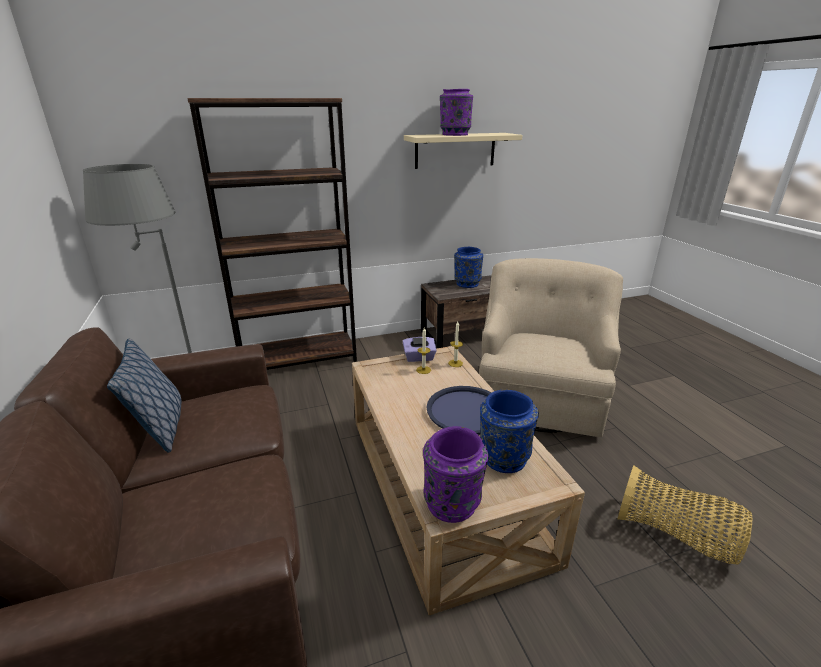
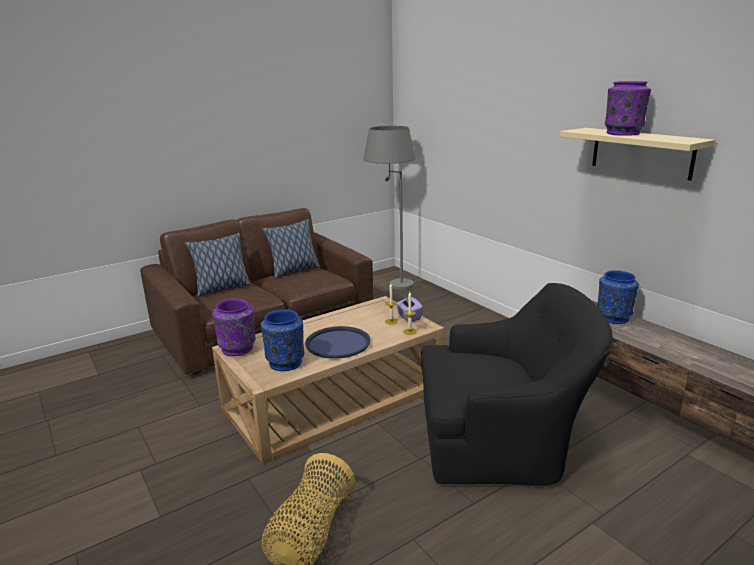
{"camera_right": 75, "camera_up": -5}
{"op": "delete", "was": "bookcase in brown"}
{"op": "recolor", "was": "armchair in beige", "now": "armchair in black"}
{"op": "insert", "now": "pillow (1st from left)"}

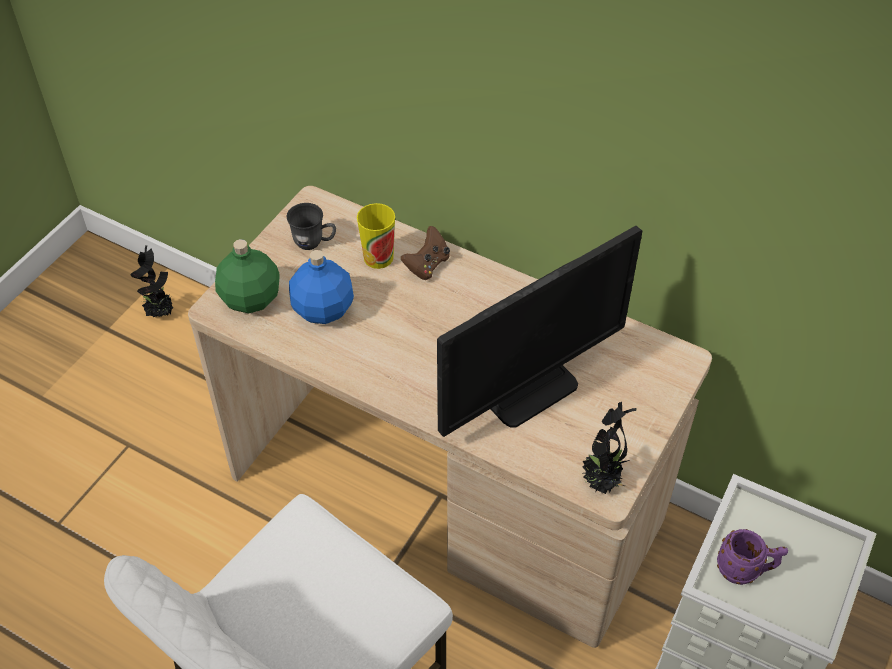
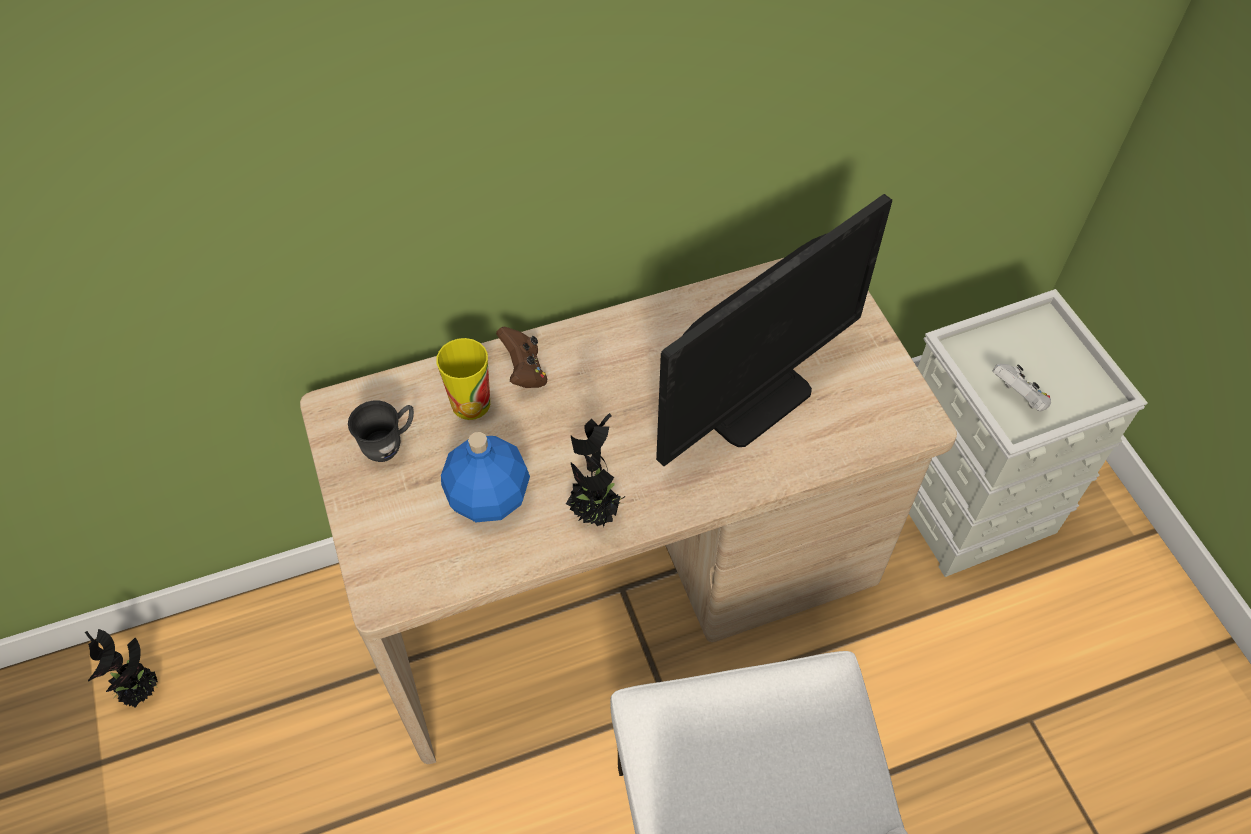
{"camera_right": -50, "camera_up": 5}
{"op": "delete", "was": "bottle in green"}
{"op": "rotate", "was": "monitor", "clockwise": 45}
{"op": "move", "was": "potted plant (2nd from left)"}
{"op": "replace", "was": "mug in purple", "now": "game controller in white"}

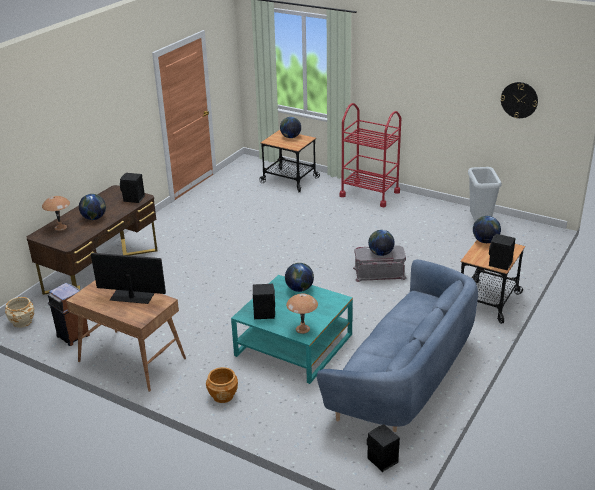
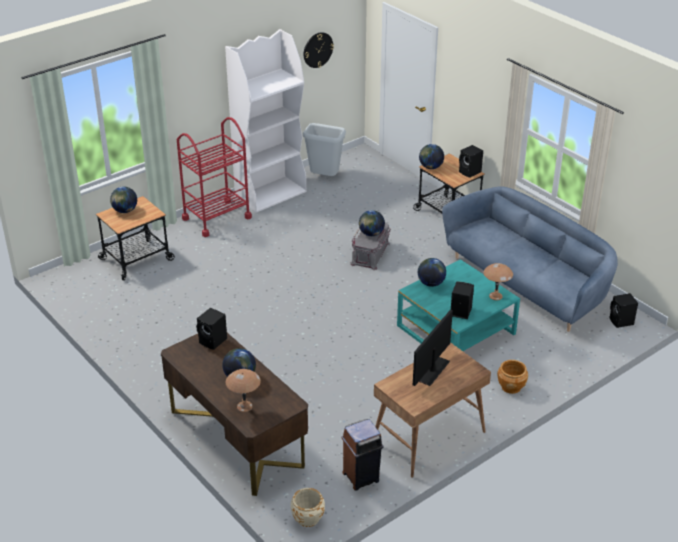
{"camera_right": -70, "camera_up": 5}
{"op": "insert", "now": "bookcase in white"}

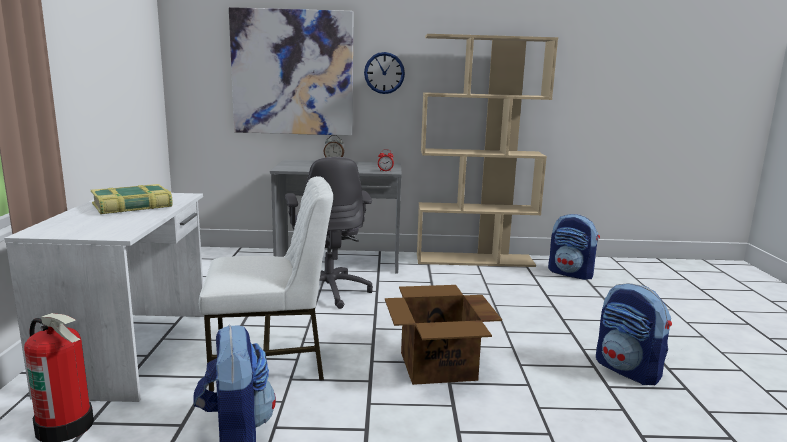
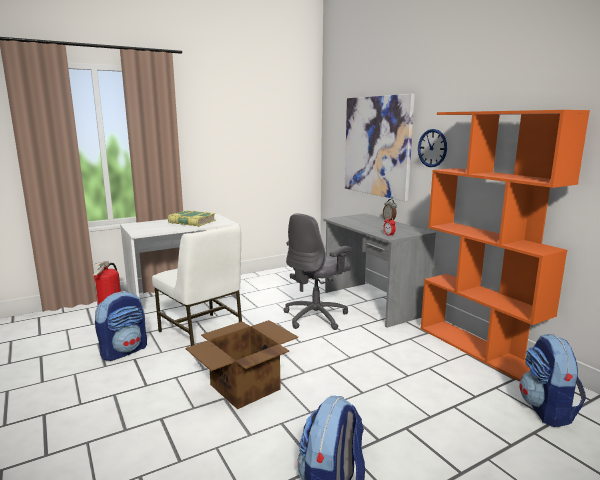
{"camera_right": 60, "camera_up": 0}
{"op": "recolor", "was": "bookcase in beige", "now": "bookcase in orange"}

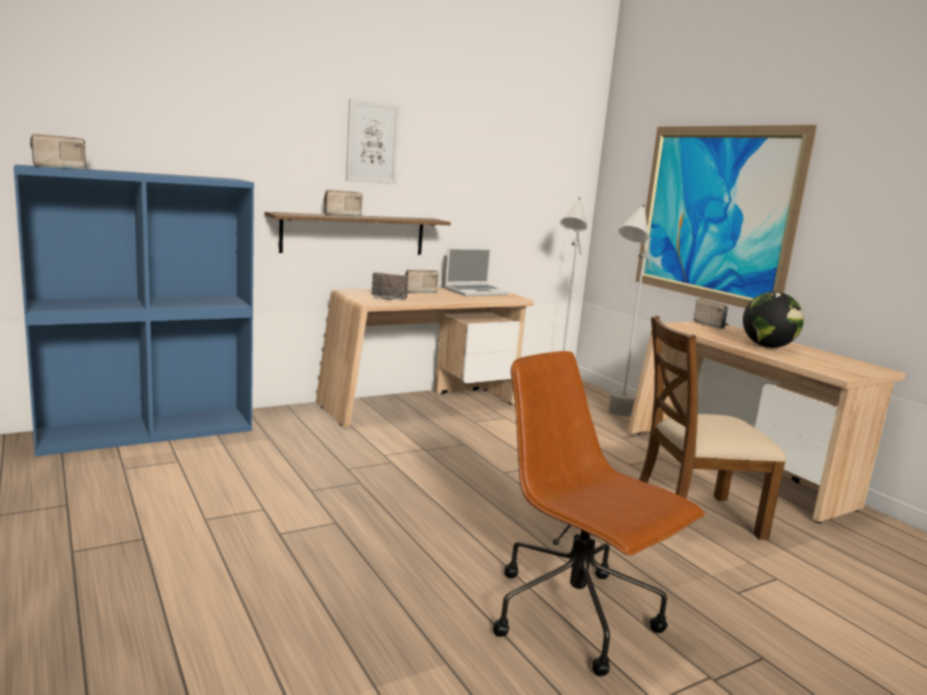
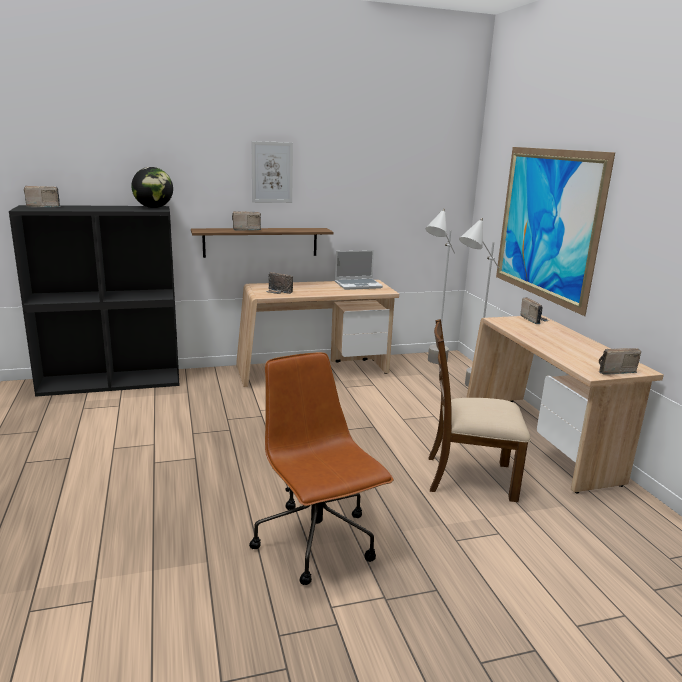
{"camera_right": 15, "camera_up": 5}
{"op": "recolor", "was": "bookcase in blue", "now": "bookcase in black"}
{"op": "move", "was": "radio (4th from left in the first image)", "now": "radio (5th from left)"}
{"op": "move", "was": "globe"}

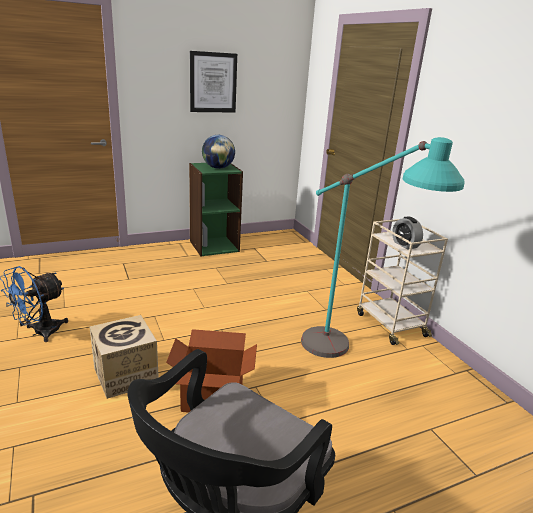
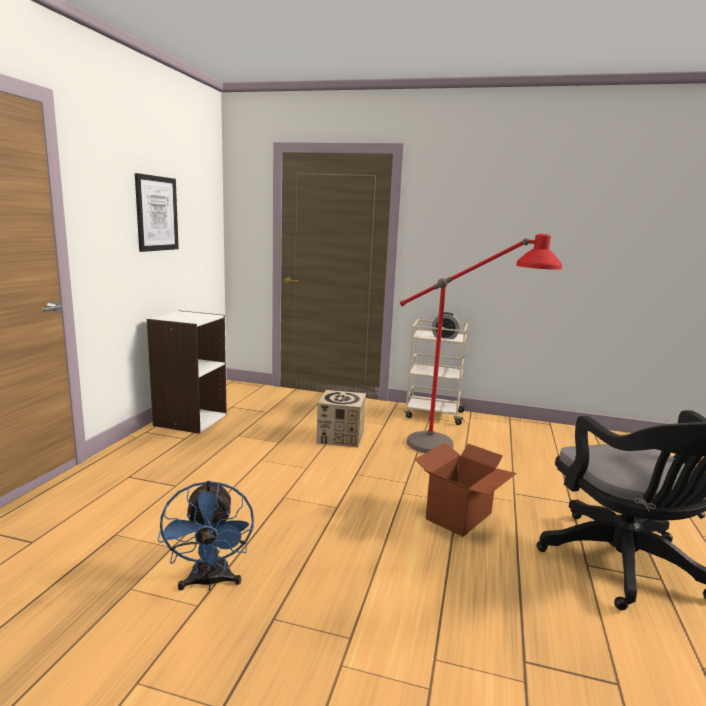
{"camera_right": -50, "camera_up": -10}
{"op": "move", "was": "cardboard box (1st from left)"}
{"op": "recolor", "was": "bookcase in green", "now": "bookcase in white"}
{"op": "delete", "was": "globe"}
{"op": "recolor", "was": "floor lamp in turquoise", "now": "floor lamp in red"}

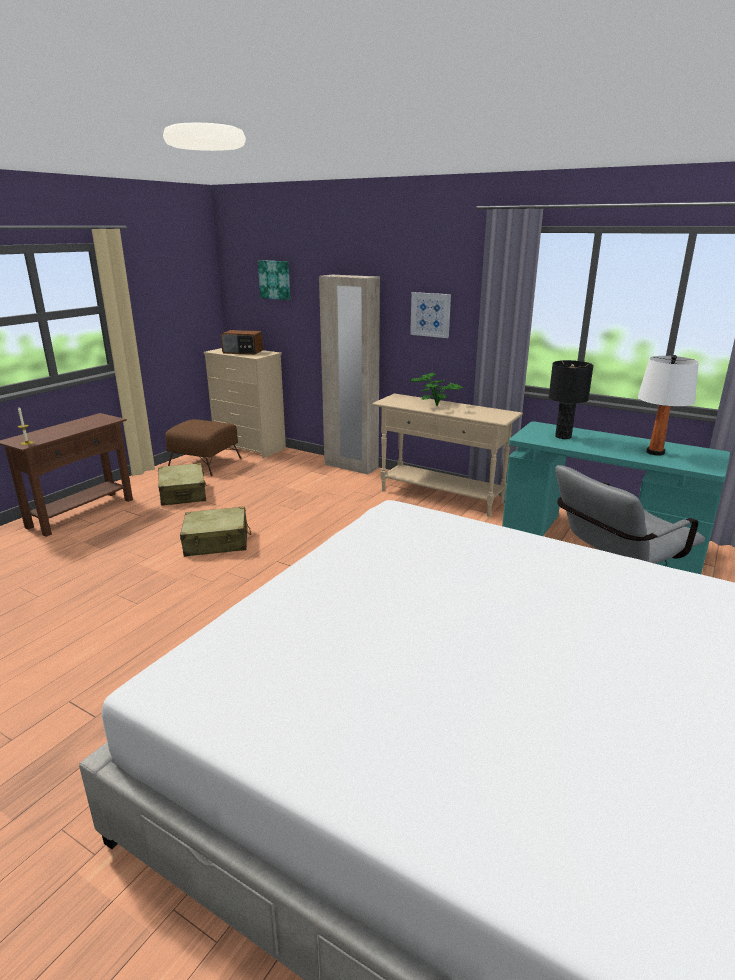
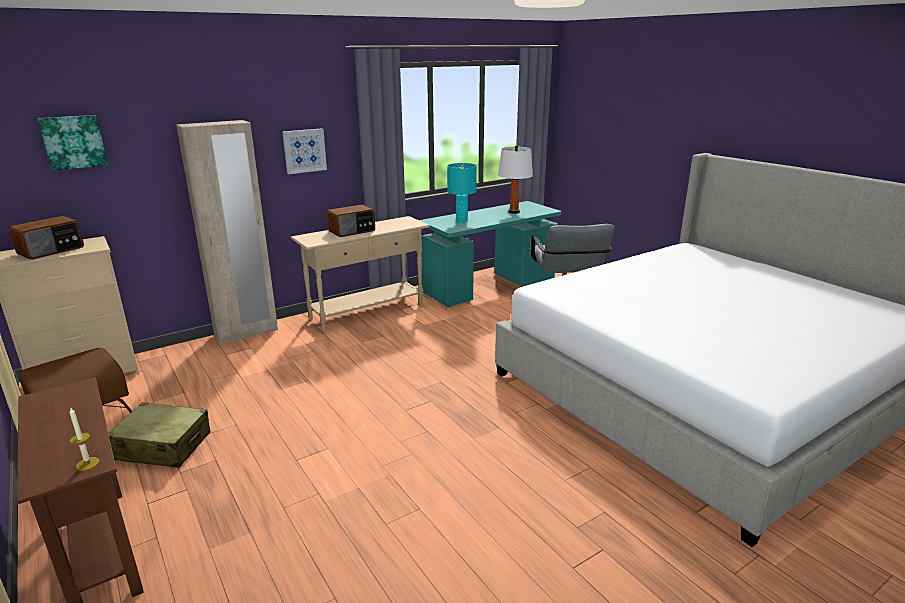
{"camera_right": -65, "camera_up": 0}
{"op": "delete", "was": "suitcase in beige (2nd from left)"}
{"op": "replace", "was": "potted plant", "now": "radio (2nd from left)"}
{"op": "recolor", "was": "table lamp in black", "now": "table lamp in turquoise"}

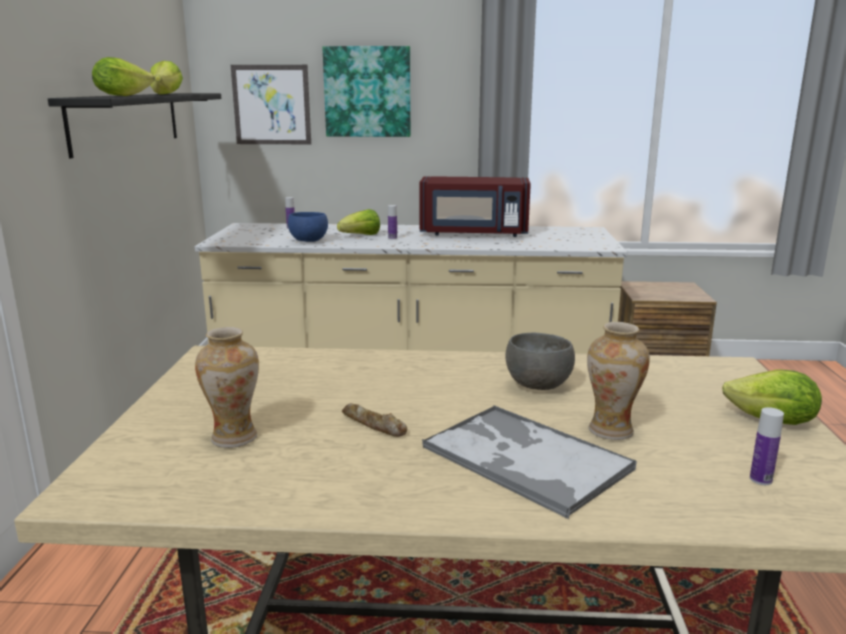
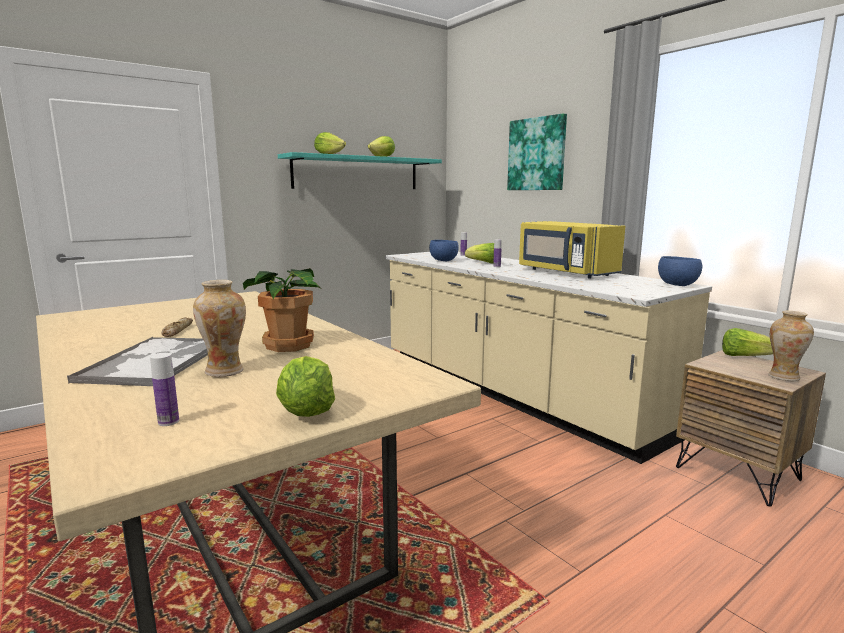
{"camera_right": 50, "camera_up": -5}
{"op": "recolor", "was": "shelf in black", "now": "shelf in turquoise"}
{"op": "move", "was": "vase (1st from left in the first image)", "now": "vase (2nd from left)"}
{"op": "delete", "was": "picture (1st from left)"}
{"op": "recolor", "was": "microwave in red", "now": "microwave in yellow"}
{"op": "replace", "was": "bowl in grey", "now": "potted plant"}
{"op": "insert", "now": "bowl in blue (2nd from left)"}
{"op": "insert", "now": "lettuce (5th from left)"}

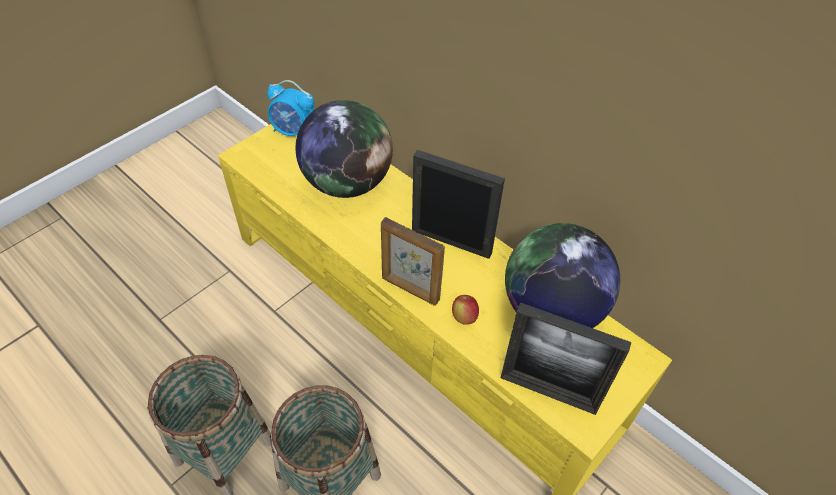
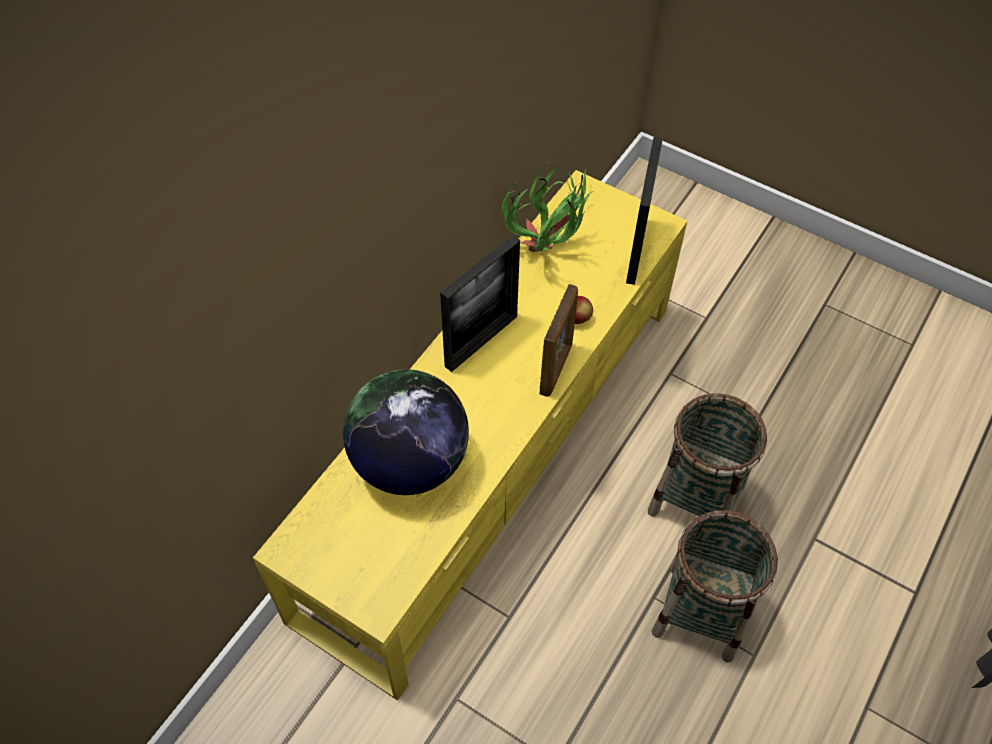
{"camera_right": -100, "camera_up": 5}
{"op": "delete", "was": "alarm clock"}
{"op": "rotate", "was": "picture frame (2nd from left in the first image)", "clockwise": -150}
{"op": "replace", "was": "globe (2nd from left)", "now": "potted plant"}

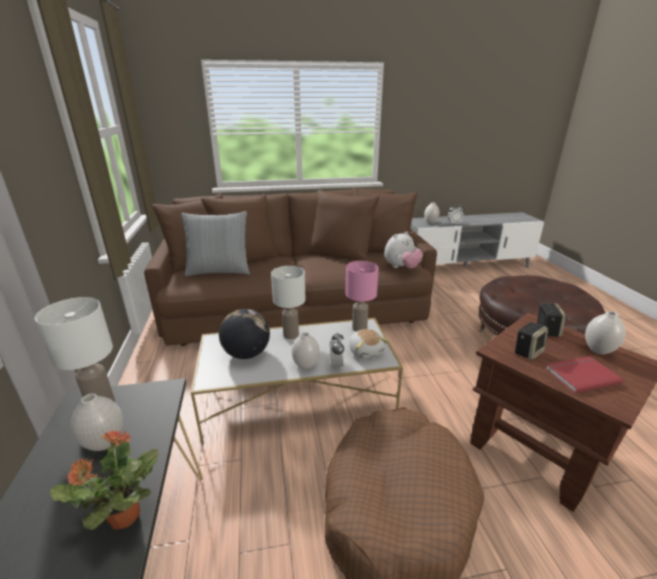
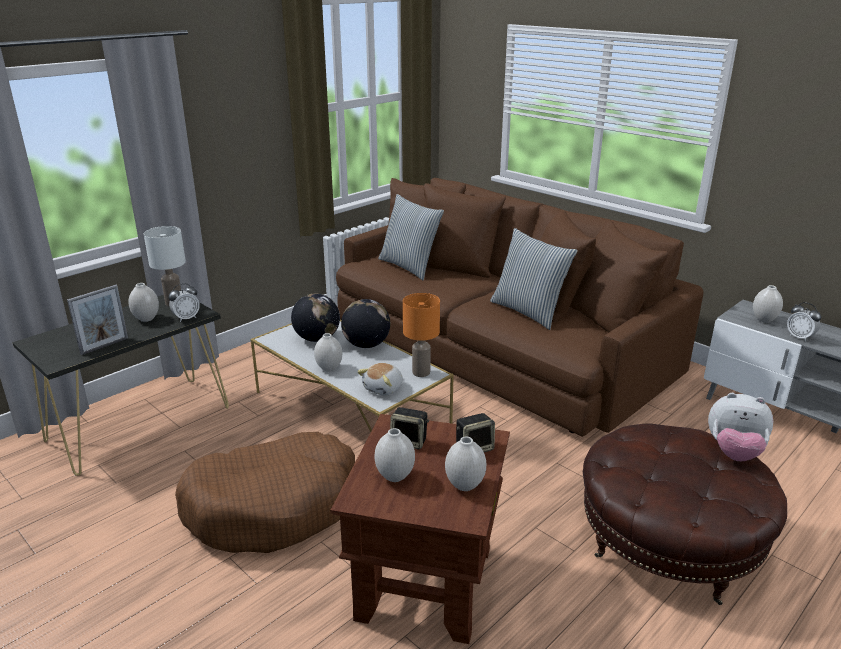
{"camera_right": 55, "camera_up": 0}
{"op": "replace", "was": "potted plant", "now": "picture frame"}
{"op": "replace", "was": "table lamp in white (2nd from left)", "now": "globe (2nd from left)"}
{"op": "move", "was": "alarm clock (1st from left)"}
{"op": "recolor", "was": "table lamp in pink", "now": "table lamp in orange"}
{"op": "move", "was": "plush toy (2nd from left)"}
{"op": "replace", "was": "book in red", "now": "vase in white (3rd from left)"}
{"op": "insert", "now": "pillow (2nd from left)"}

